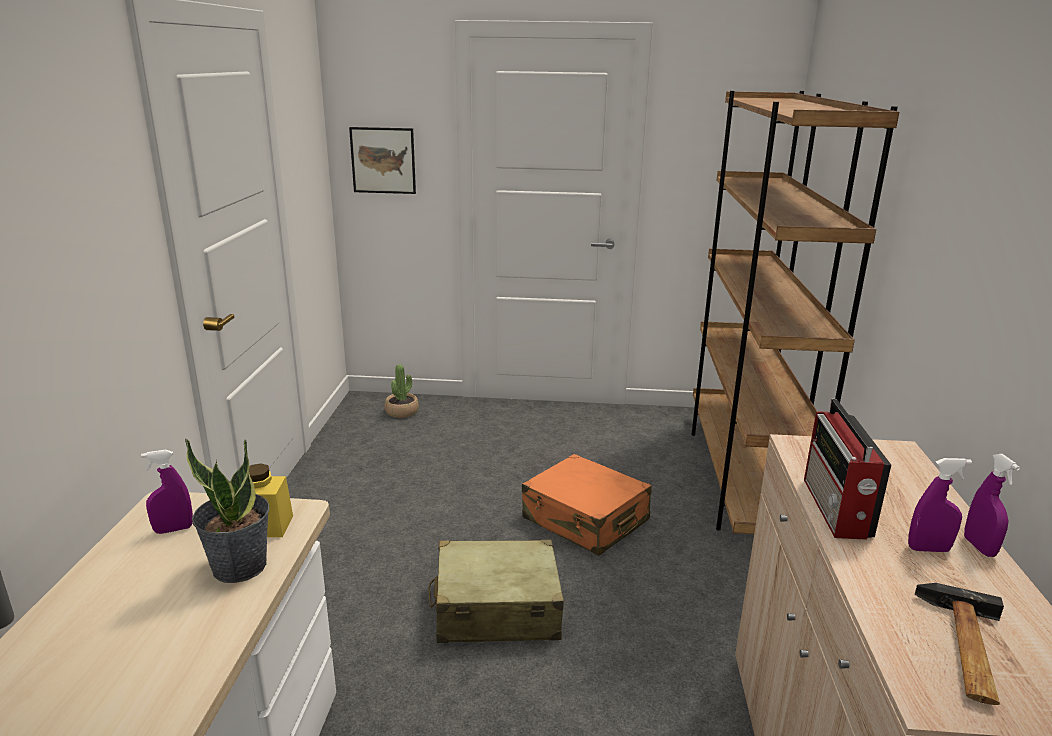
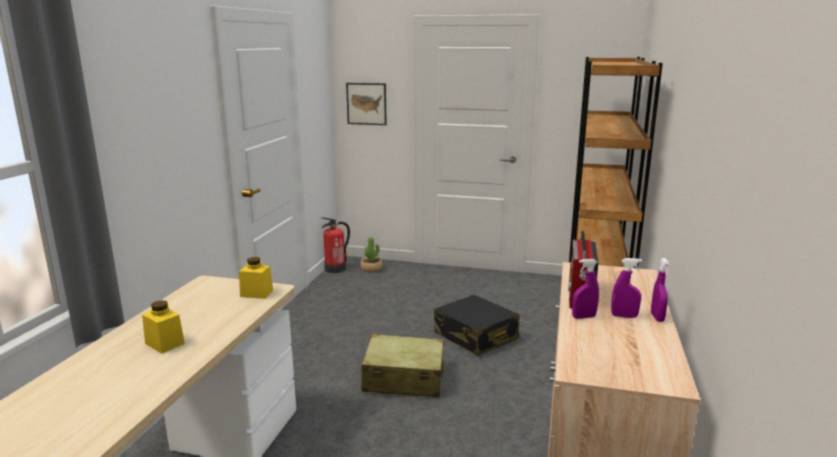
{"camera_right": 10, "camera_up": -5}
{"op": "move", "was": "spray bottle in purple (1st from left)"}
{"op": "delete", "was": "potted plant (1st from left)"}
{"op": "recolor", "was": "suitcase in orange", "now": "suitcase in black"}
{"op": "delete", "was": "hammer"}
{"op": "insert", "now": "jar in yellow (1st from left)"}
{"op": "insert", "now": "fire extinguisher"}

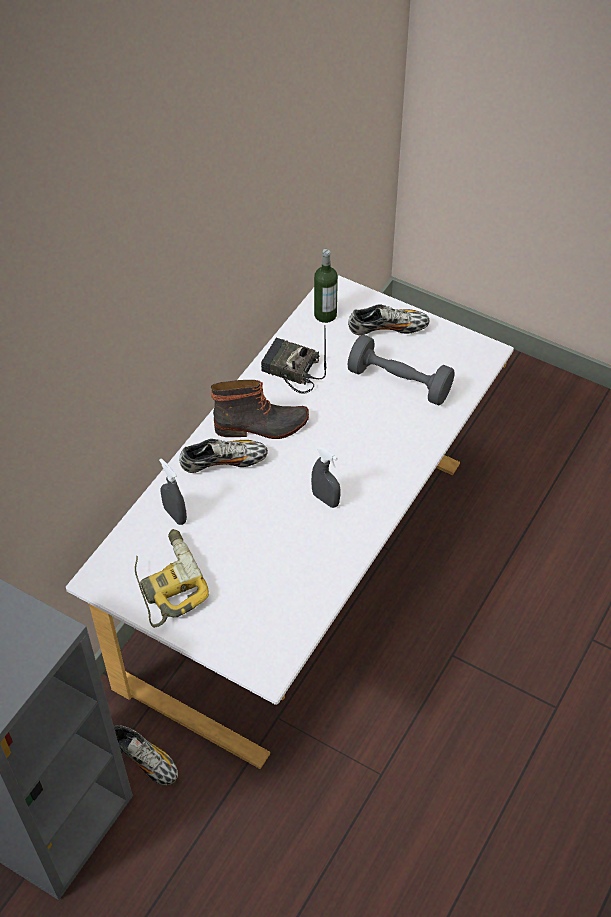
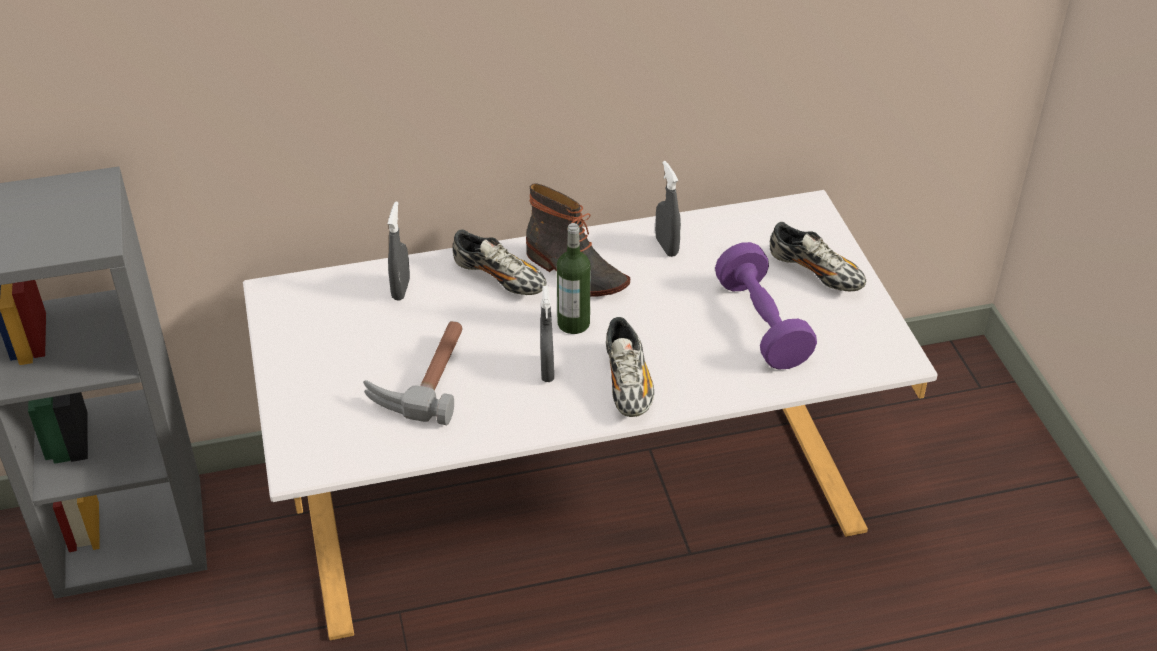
{"camera_right": 45, "camera_up": -10}
{"op": "move", "was": "shoe (1st from left in the first image)", "now": "shoe (2nd from left)"}
{"op": "delete", "was": "power drill"}
{"op": "replace", "was": "radio", "now": "spray bottle in grey (3rd from left)"}
{"op": "move", "was": "bottle"}
{"op": "recolor", "was": "dumbbell in grey", "now": "dumbbell in purple"}
{"op": "insert", "now": "hammer"}

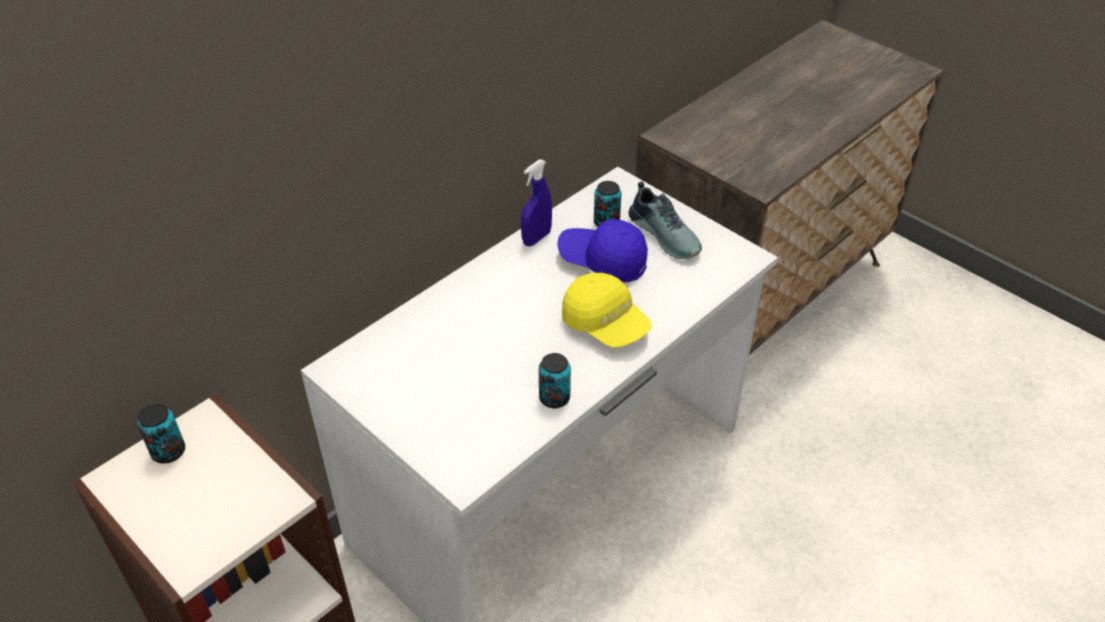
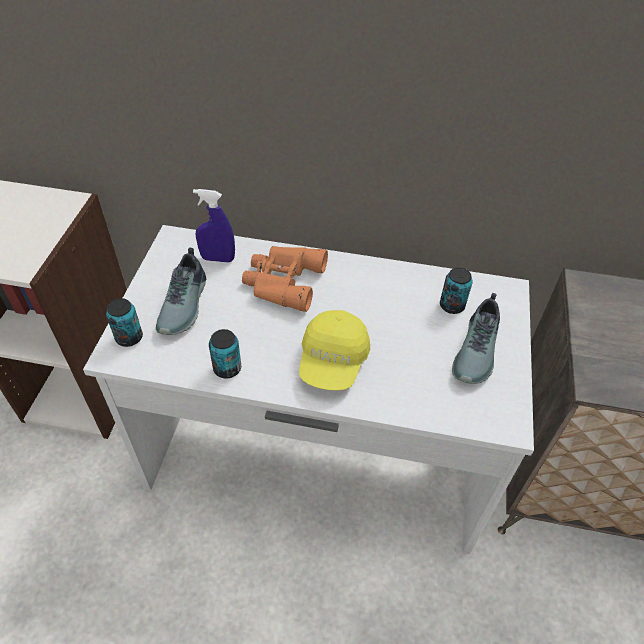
{"camera_right": 55, "camera_up": 5}
{"op": "move", "was": "can (1st from left)"}
{"op": "move", "was": "spray bottle in blue"}
{"op": "delete", "was": "cap in blue"}
{"op": "insert", "now": "shoe (1st from left)"}
{"op": "insert", "now": "binoculars in orange"}

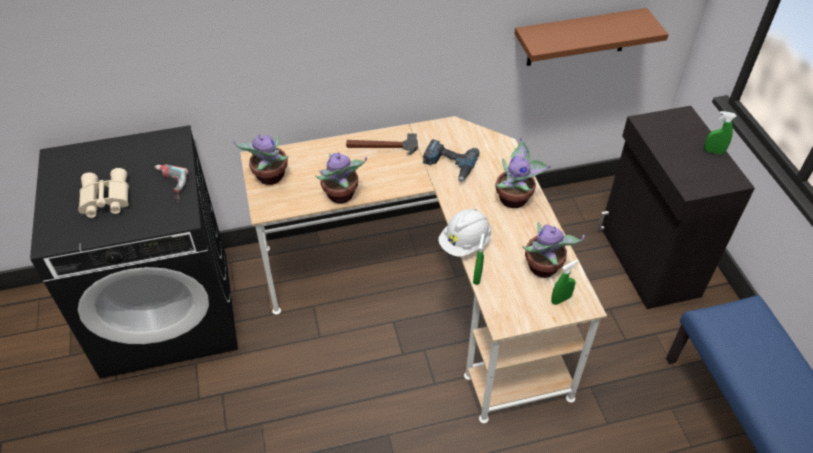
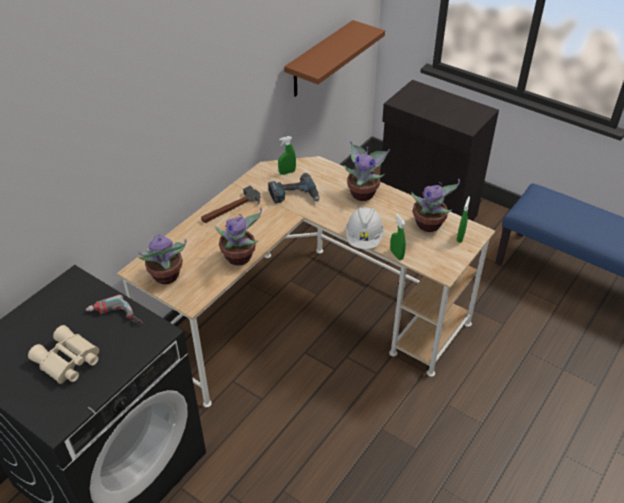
{"camera_right": -40, "camera_up": -5}
{"op": "move", "was": "spray bottle in green (3rd from left in the first image)", "now": "spray bottle in green (1st from left)"}

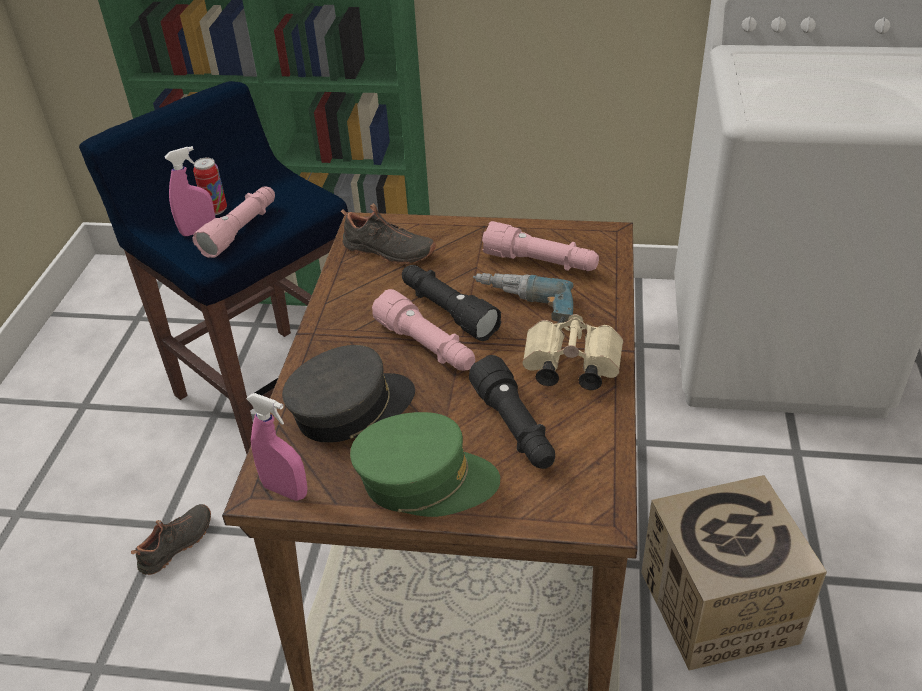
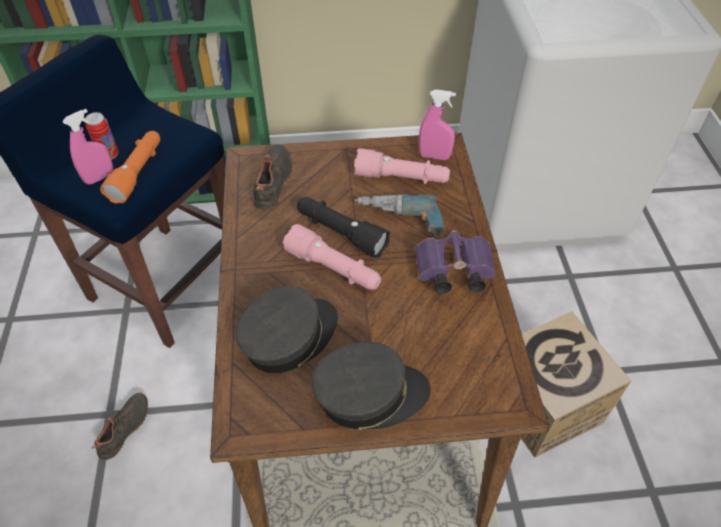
{"camera_right": -15, "camera_up": 10}
{"op": "recolor", "was": "flashlight in pink (1st from left)", "now": "flashlight in orange"}
{"op": "move", "was": "spray bottle in pink (2nd from left)"}
{"op": "rotate", "was": "shoe in black (2nd from left)", "clockwise": -90}
{"op": "recolor", "was": "cap in green", "now": "cap in grey (2nd from left)"}
{"op": "delete", "was": "flashlight in black (2nd from left)"}
{"op": "recolor", "was": "binoculars in beige", "now": "binoculars in purple"}

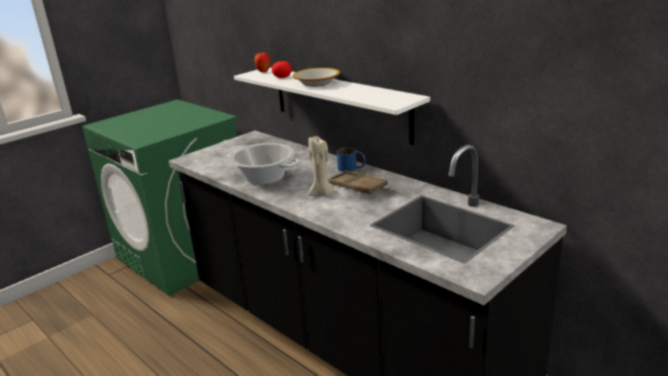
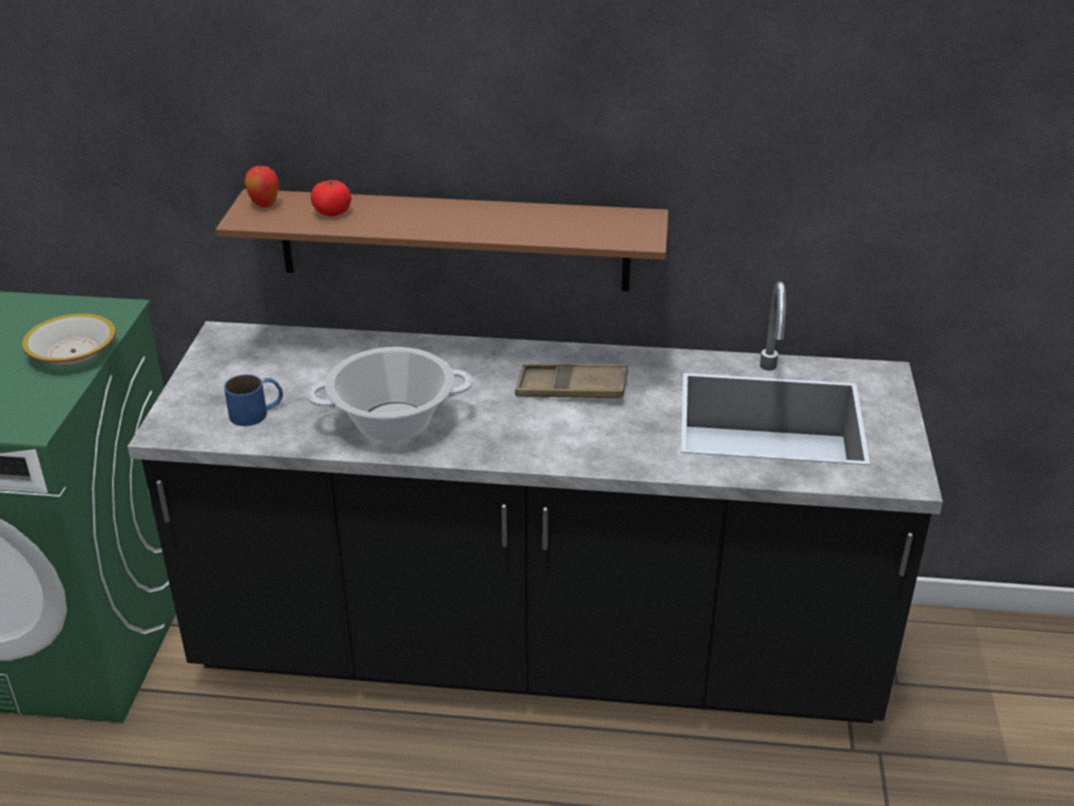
{"camera_right": -40, "camera_up": 10}
{"op": "recolor", "was": "shelf in white", "now": "shelf in brown"}
{"op": "move", "was": "bowl"}
{"op": "delete", "was": "candle in beige"}
{"op": "move", "was": "mug in blue"}

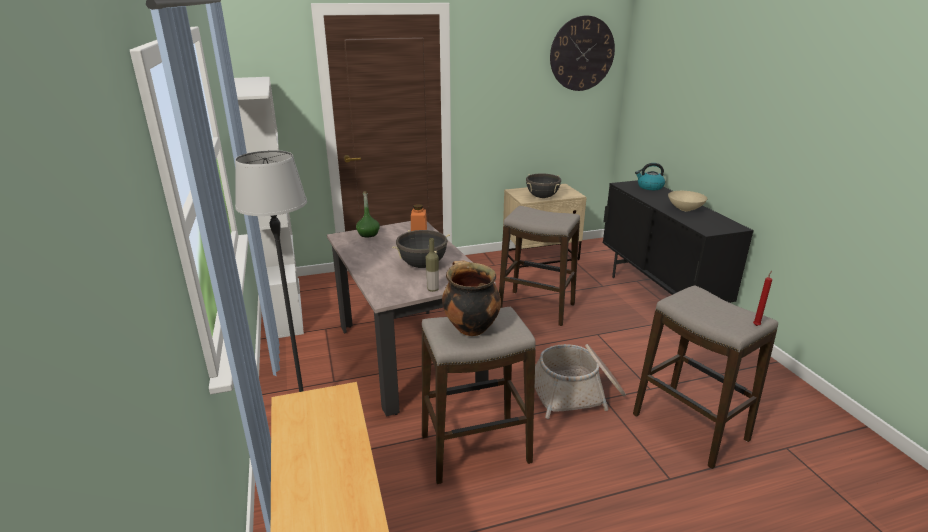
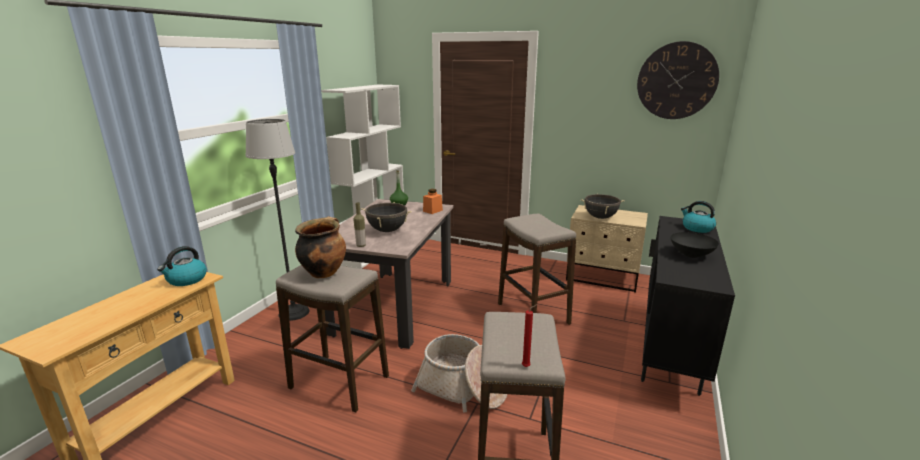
{"camera_right": 40, "camera_up": -5}
{"op": "recolor", "was": "bowl in beige", "now": "bowl in black"}
{"op": "insert", "now": "kettle (1st from left)"}

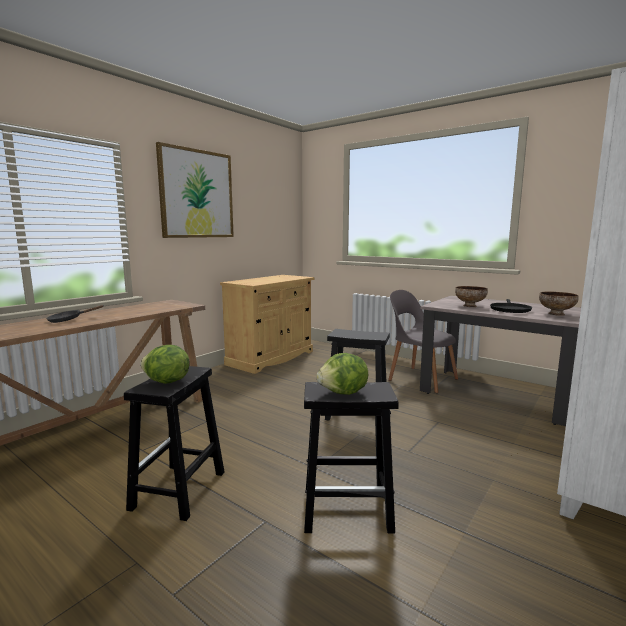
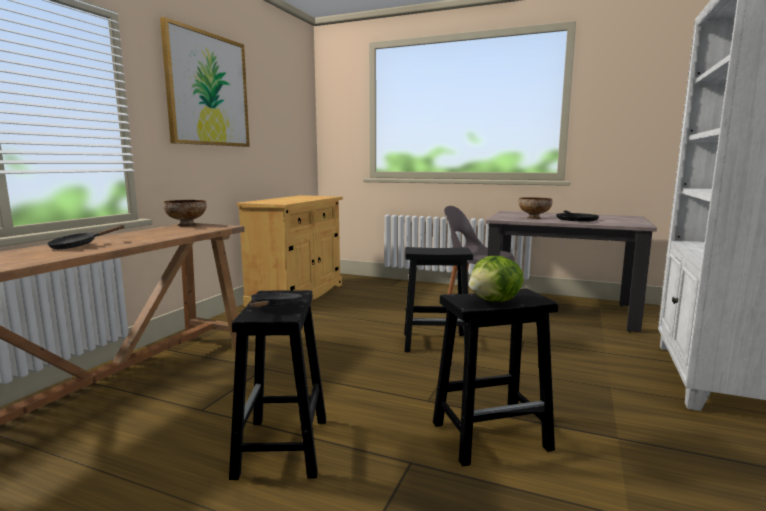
{"camera_right": -15, "camera_up": 0}
{"op": "replace", "was": "lettuce (1st from left)", "now": "frying pan in black (2nd from left)"}
{"op": "move", "was": "bowl (2nd from left in the first image)", "now": "bowl (1st from left)"}

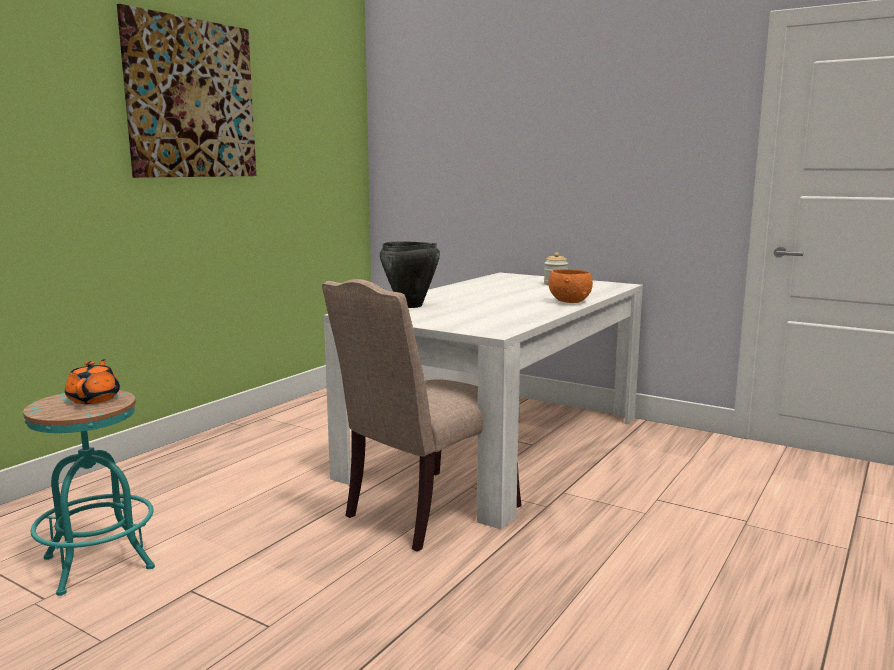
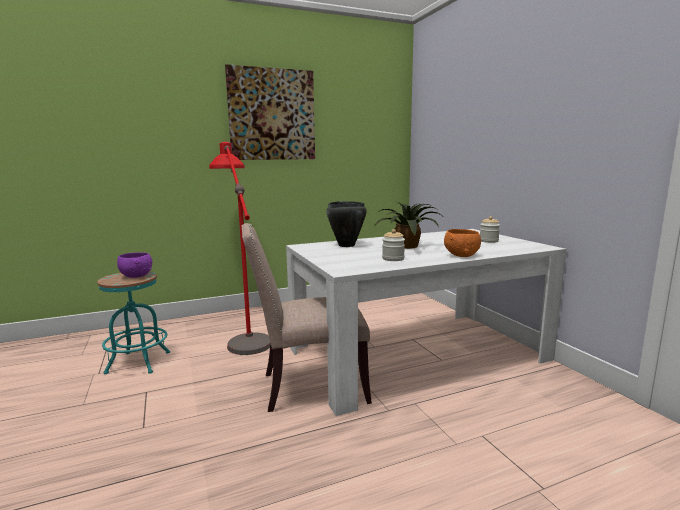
{"camera_right": 35, "camera_up": 0}
{"op": "replace", "was": "teapot in orange", "now": "bowl in purple"}
{"op": "insert", "now": "floor lamp in red"}
{"op": "insert", "now": "potted plant"}
{"op": "insert", "now": "jar (1st from left)"}

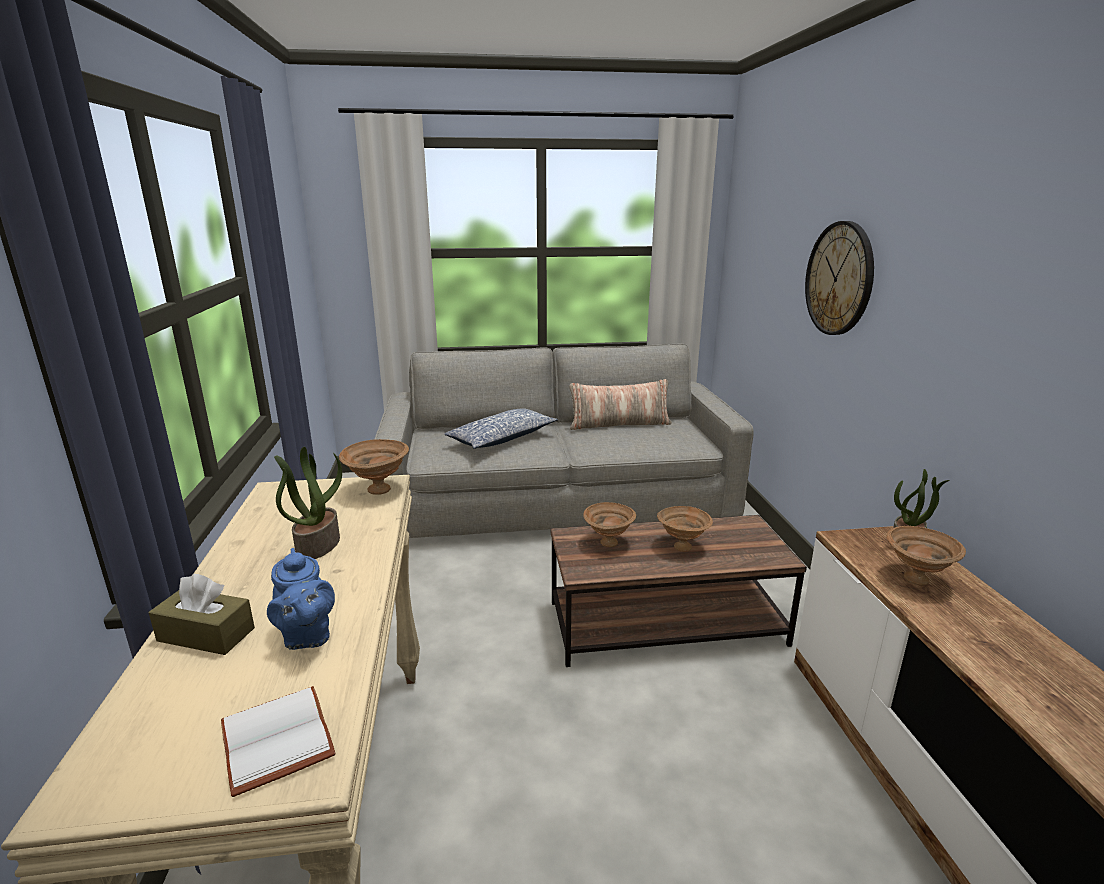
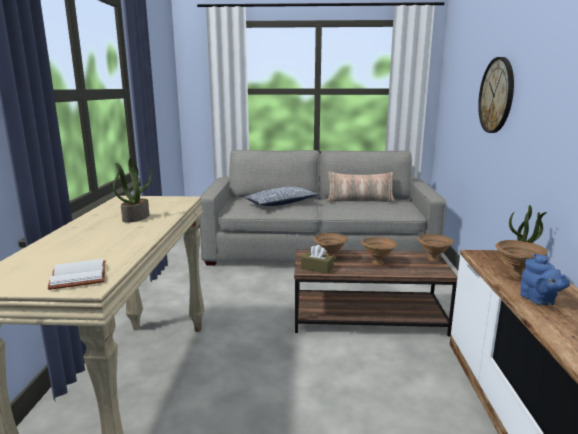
{"camera_right": 10, "camera_up": -5}
{"op": "move", "was": "tissue box in brown"}
{"op": "move", "was": "teapot in blue"}
{"op": "move", "was": "bowl in brown (1st from left in the first image)", "now": "bowl in brown (3rd from left)"}

